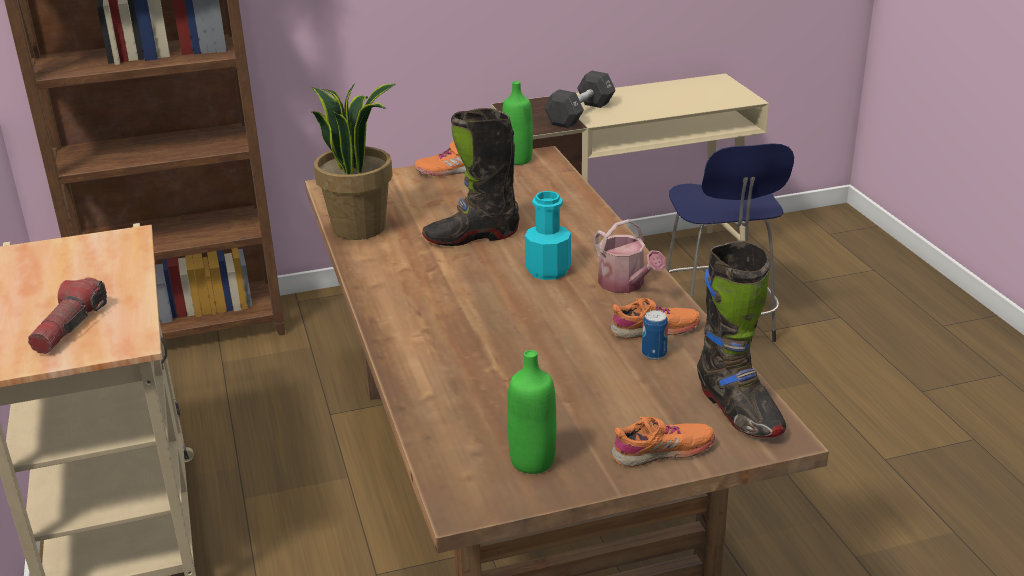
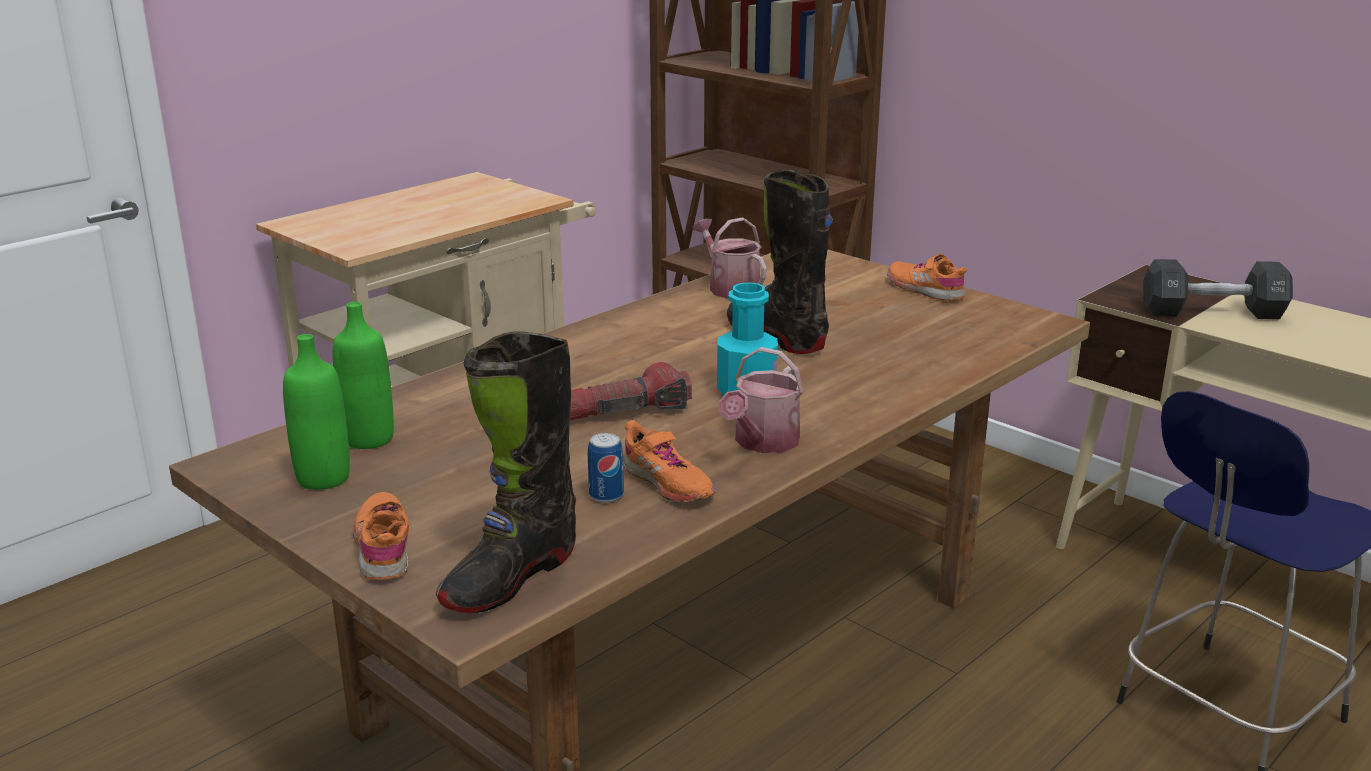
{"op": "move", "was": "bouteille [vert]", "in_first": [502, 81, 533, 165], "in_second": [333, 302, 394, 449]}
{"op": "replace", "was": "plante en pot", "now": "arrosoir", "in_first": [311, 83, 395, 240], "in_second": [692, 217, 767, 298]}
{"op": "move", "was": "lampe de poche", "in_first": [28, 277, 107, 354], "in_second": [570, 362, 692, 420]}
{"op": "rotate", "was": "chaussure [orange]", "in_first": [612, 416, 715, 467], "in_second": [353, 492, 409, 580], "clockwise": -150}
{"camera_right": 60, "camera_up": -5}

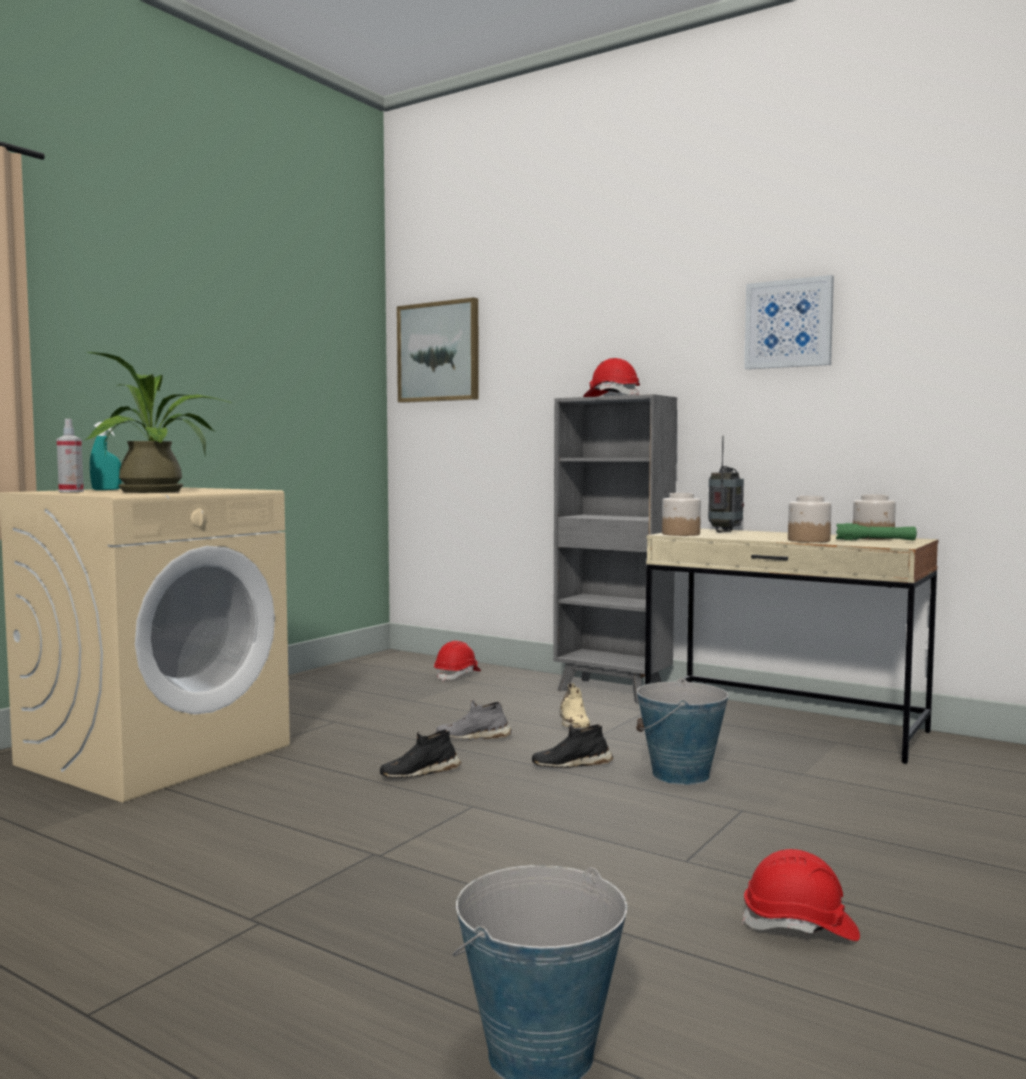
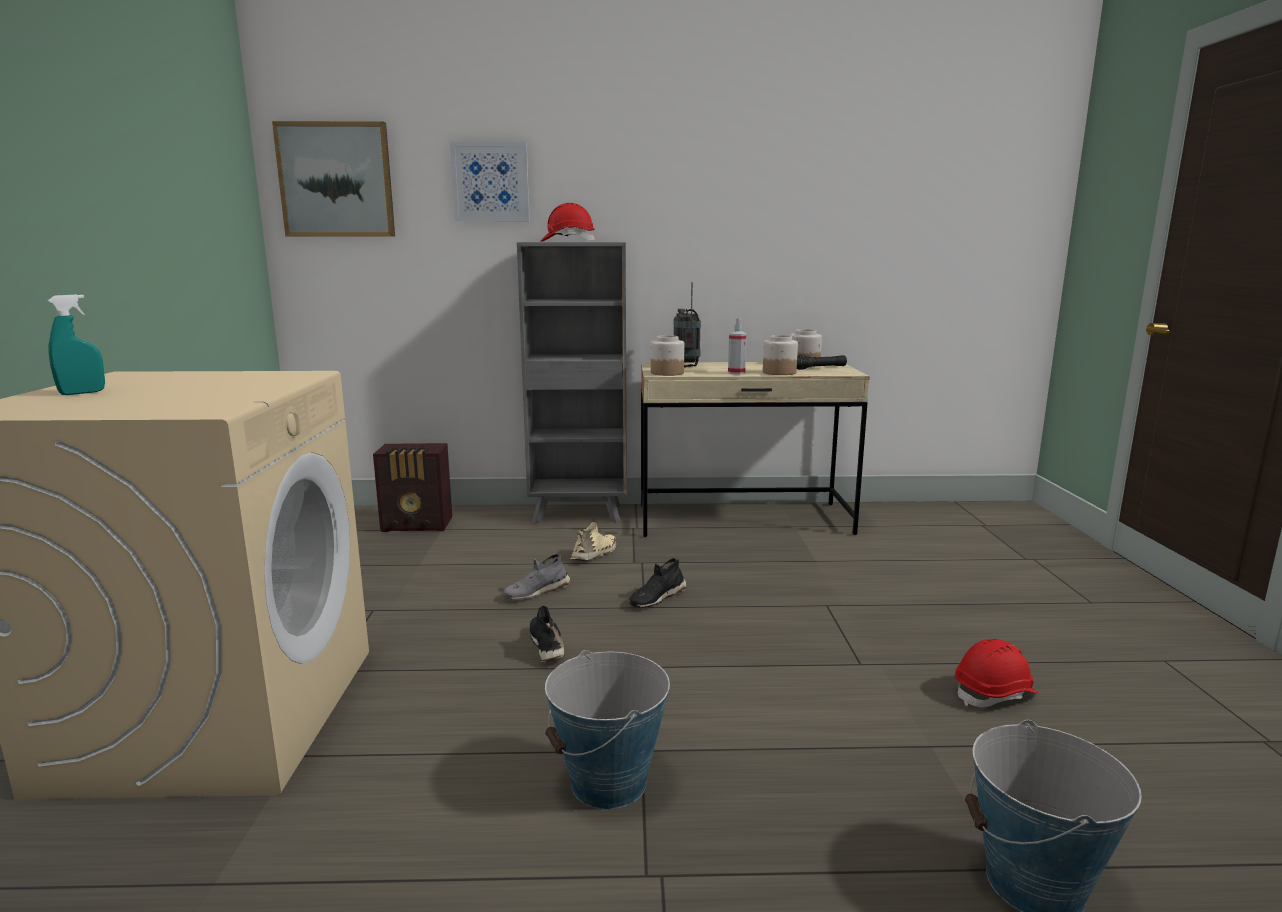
{"op": "move", "was": "tableau", "in_first": [744, 275, 834, 369], "in_second": [450, 142, 530, 221]}
{"op": "delete", "was": "plante en pot", "in_first": [85, 352, 232, 493]}
{"op": "move", "was": "vaporisateur", "in_first": [57, 419, 84, 492], "in_second": [728, 318, 747, 375]}
{"op": "recolor", "was": "lampe de poche [vert]", "now": "lampe de poche [noir]", "in_first": [836, 523, 917, 541], "in_second": [797, 355, 847, 370]}
{"op": "replace", "was": "casque de chantier [rouge]", "now": "radio", "in_first": [434, 641, 481, 681], "in_second": [373, 443, 452, 532]}
{"op": "move", "was": "seau", "in_first": [636, 678, 729, 785], "in_second": [545, 650, 670, 809]}
{"op": "rotate", "was": "chaussure [beige]", "in_first": [559, 683, 590, 728], "in_second": [571, 522, 616, 561], "clockwise": -105}
{"op": "rotate", "was": "chaussure [noir]", "in_first": [380, 729, 462, 778], "in_second": [530, 606, 565, 663], "clockwise": 135}
{"camera_right": -35, "camera_up": 10}

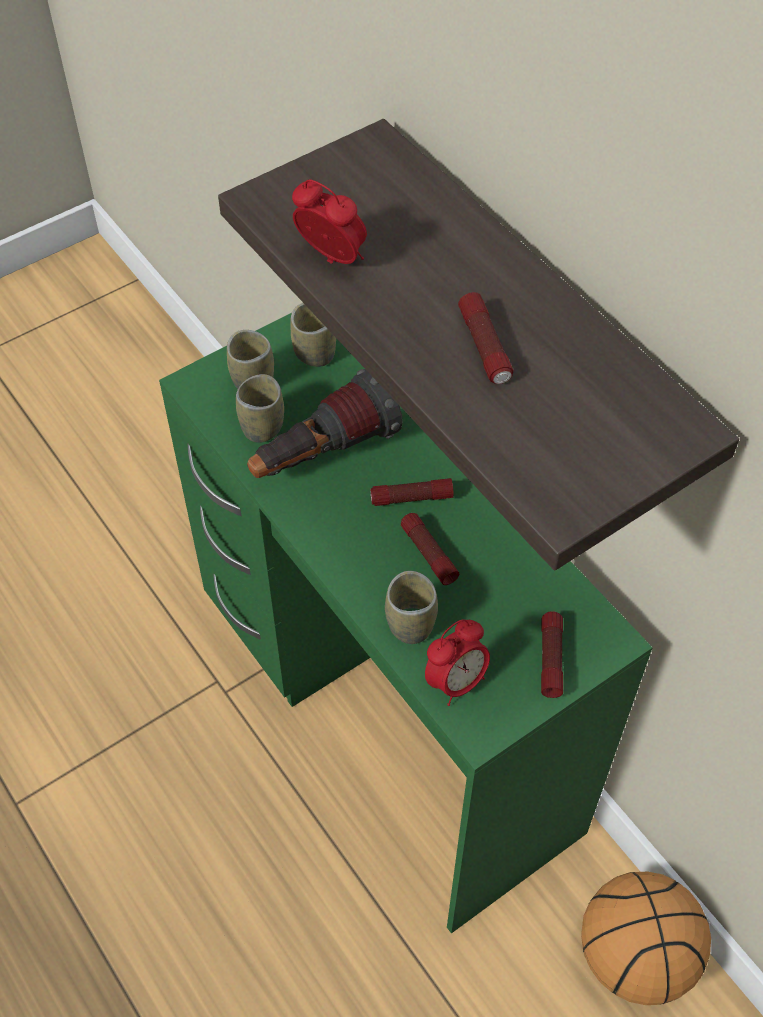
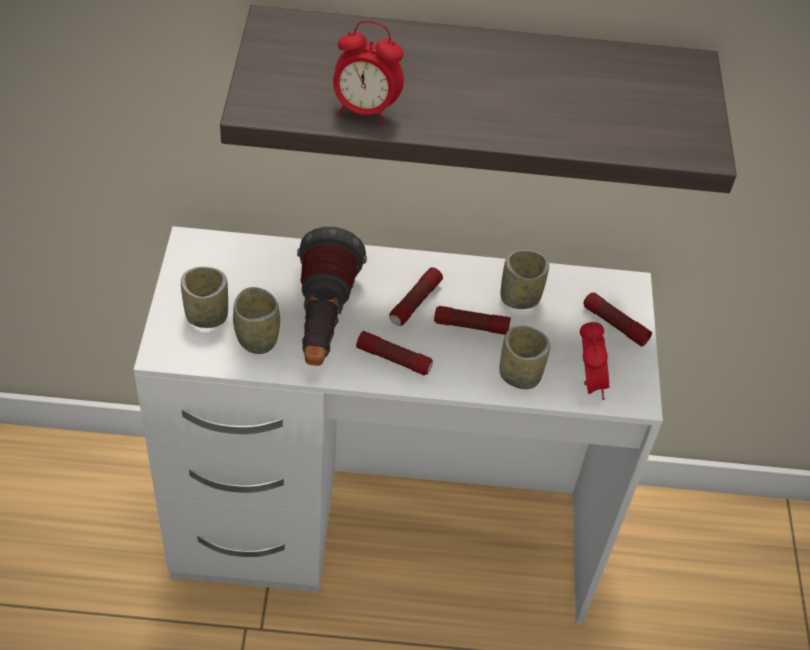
{"op": "rotate", "was": "réveil", "in_first": [292, 179, 367, 264], "in_second": [333, 21, 404, 125], "clockwise": -150}
{"op": "move", "was": "lampe de poche", "in_first": [458, 292, 513, 384], "in_second": [356, 331, 433, 375]}
{"op": "move", "was": "tasse", "in_first": [290, 303, 336, 367], "in_second": [501, 250, 549, 309]}
{"op": "recolor", "was": "bureau [vert]", "now": "bureau [blanc]", "in_first": [159, 313, 653, 934], "in_second": [134, 226, 663, 625]}
{"op": "delete", "was": "ballon de basket", "in_first": [581, 872, 711, 1005]}
{"camera_right": -55, "camera_up": -5}

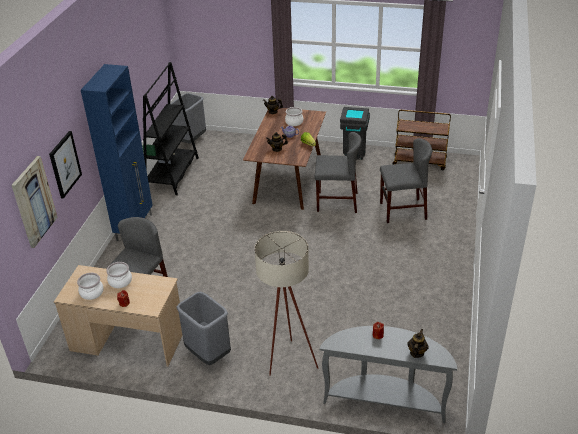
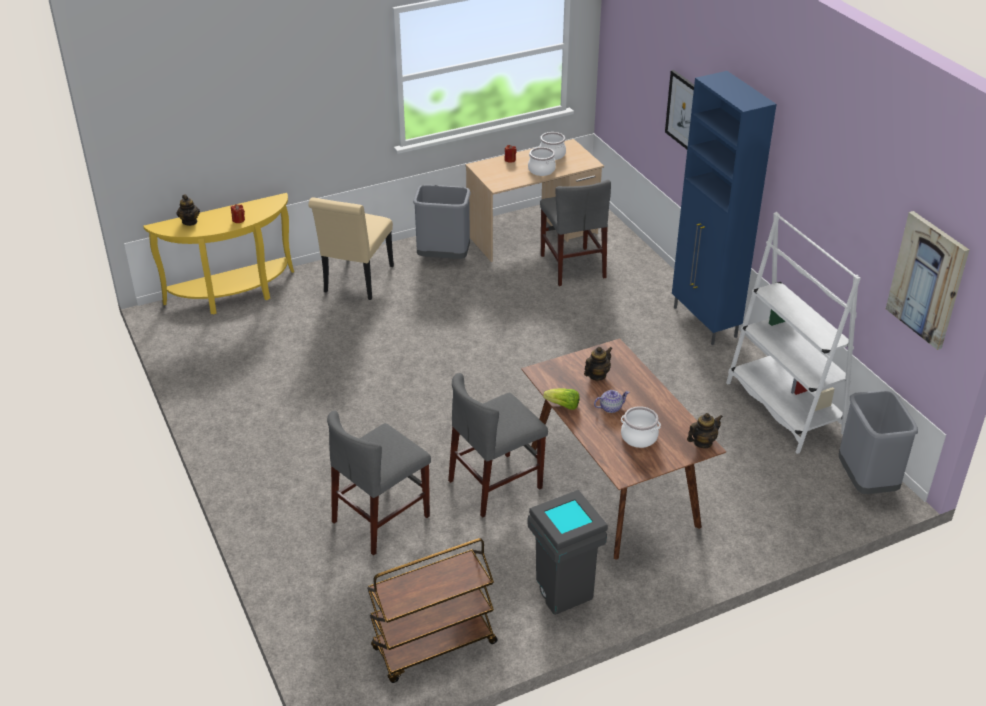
{"op": "recolor", "was": "bibliothèque [noir]", "now": "bibliothèque [blanc]", "in_first": [142, 62, 199, 195], "in_second": [726, 212, 861, 454]}
{"op": "move", "was": "tableau", "in_first": [11, 156, 58, 248], "in_second": [886, 211, 969, 350]}
{"op": "replace", "was": "lampadaire [beige]", "now": "chaise [beige]", "in_first": [254, 231, 318, 376], "in_second": [308, 198, 394, 300]}
{"op": "recolor", "was": "table console [gris]", "now": "table console [jaune]", "in_first": [320, 326, 457, 423], "in_second": [143, 193, 294, 314]}
{"camera_right": 140, "camera_up": 0}

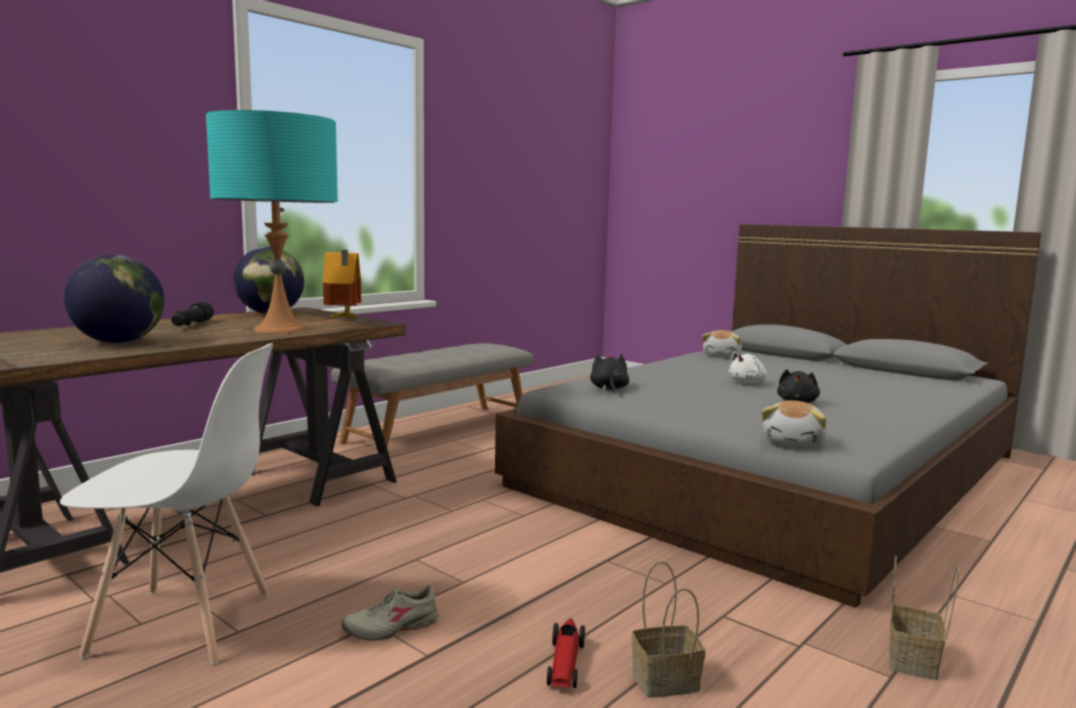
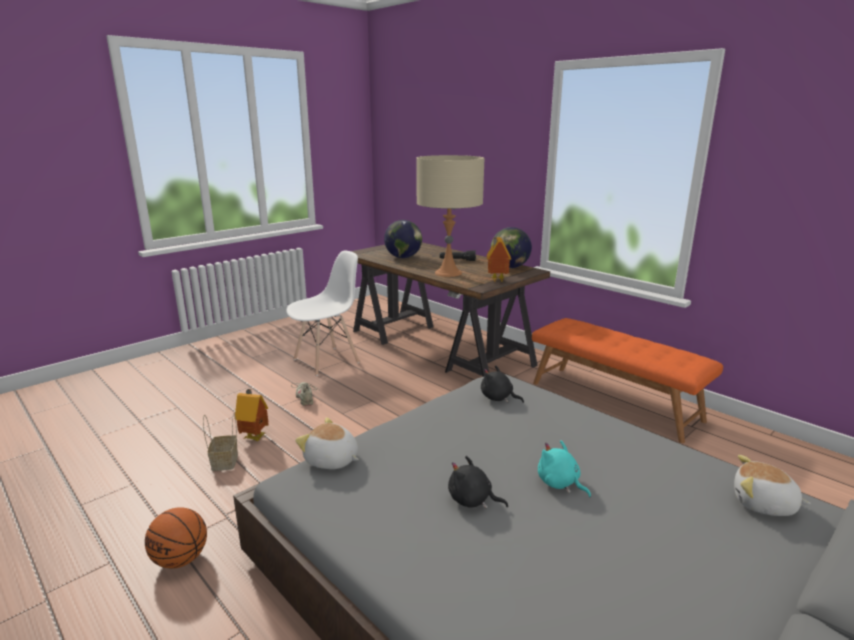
{"op": "recolor", "was": "lampe de table [turquoise]", "now": "lampe de table [beige]", "in_first": [206, 110, 338, 333], "in_second": [416, 155, 484, 277]}
{"op": "rotate", "was": "chaise [blanc]", "in_first": [60, 343, 273, 665], "in_second": [286, 251, 360, 376], "clockwise": -135}
{"op": "recolor", "was": "banc [gris]", "now": "banc [orange]", "in_first": [331, 343, 533, 447], "in_second": [532, 318, 723, 443]}
{"op": "recolor", "was": "peluche [blanc]", "now": "peluche [turquoise]", "in_first": [729, 351, 767, 384], "in_second": [538, 440, 591, 497]}
{"op": "rotate", "was": "peluche [noir]", "in_first": [590, 354, 629, 393], "in_second": [481, 365, 524, 403], "clockwise": -150}
{"op": "replace", "was": "panier", "now": "ballon de basket", "in_first": [889, 555, 959, 680], "in_second": [145, 507, 207, 569]}
{"op": "replace", "was": "petite voiture", "now": "maison miniature", "in_first": [547, 618, 585, 688], "in_second": [235, 389, 269, 441]}
{"camera_right": 95, "camera_up": 10}

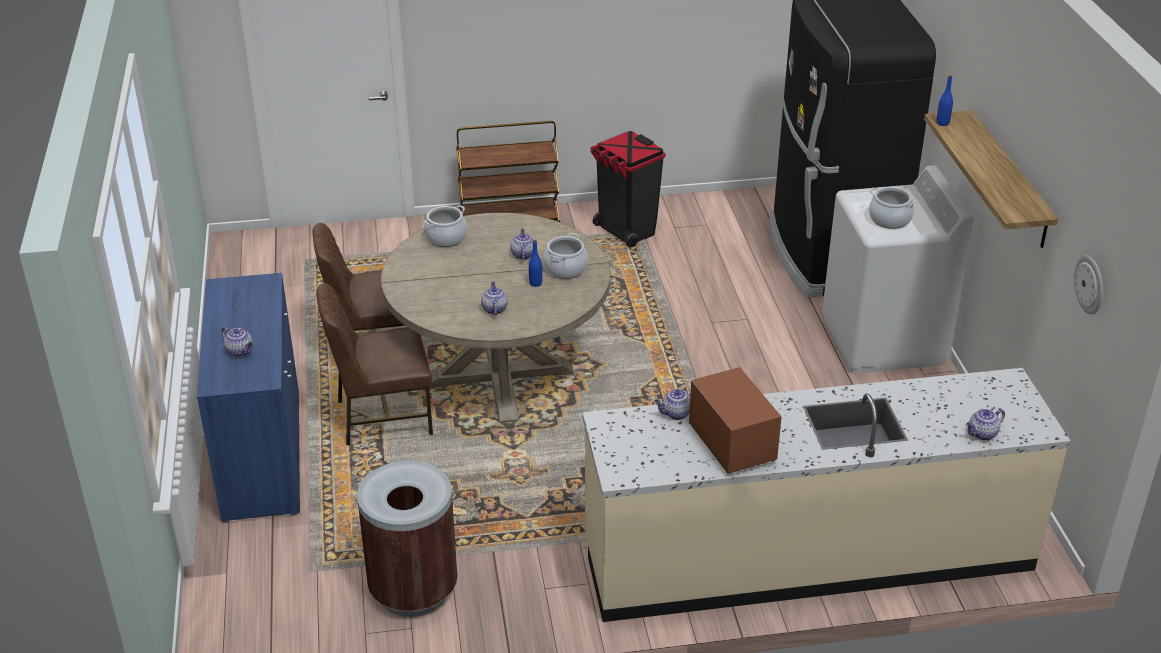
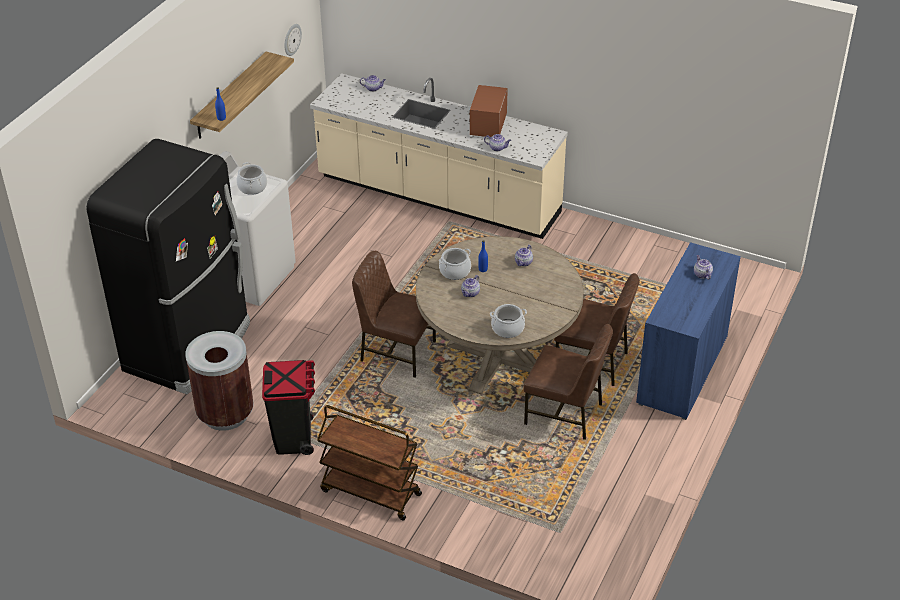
{"op": "move", "was": "poubelle [marron]", "in_first": [357, 461, 458, 617], "in_second": [185, 331, 254, 431]}
{"op": "insert", "now": "chaise [marron]", "in_second": [352, 251, 436, 377]}
{"camera_right": -145, "camera_up": 5}

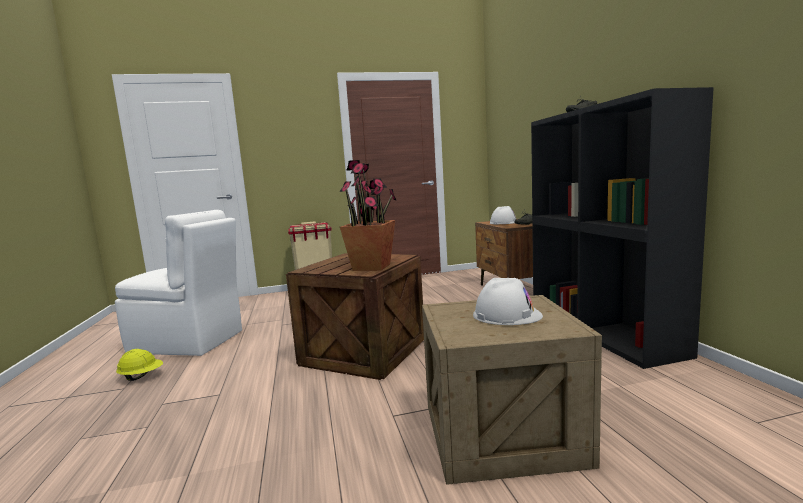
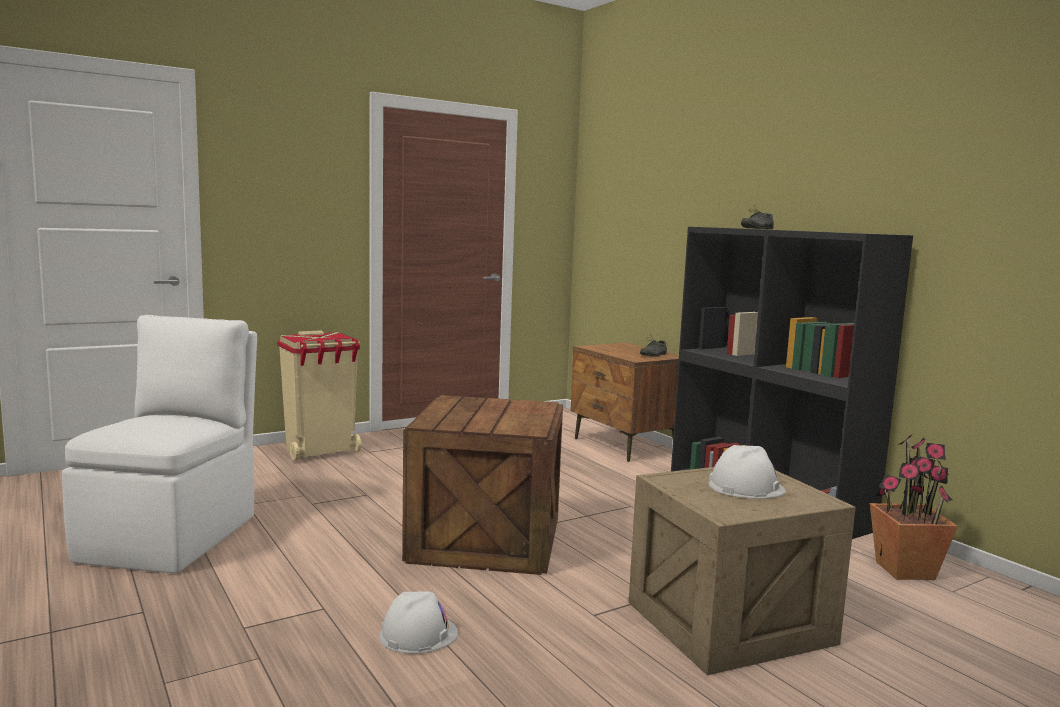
{"op": "move", "was": "plante en pot", "in_first": [339, 160, 396, 271], "in_second": [870, 432, 958, 580]}
{"op": "move", "was": "casque de chantier [blanc]", "in_first": [489, 206, 516, 224], "in_second": [379, 591, 458, 653]}
{"op": "rotate", "was": "chaise [blanc]", "in_first": [115, 210, 242, 356], "in_second": [62, 315, 257, 573], "clockwise": -75}
{"op": "delete", "was": "casque de chantier [jaune]", "in_first": [116, 349, 163, 381]}
{"camera_right": -20, "camera_up": 0}

